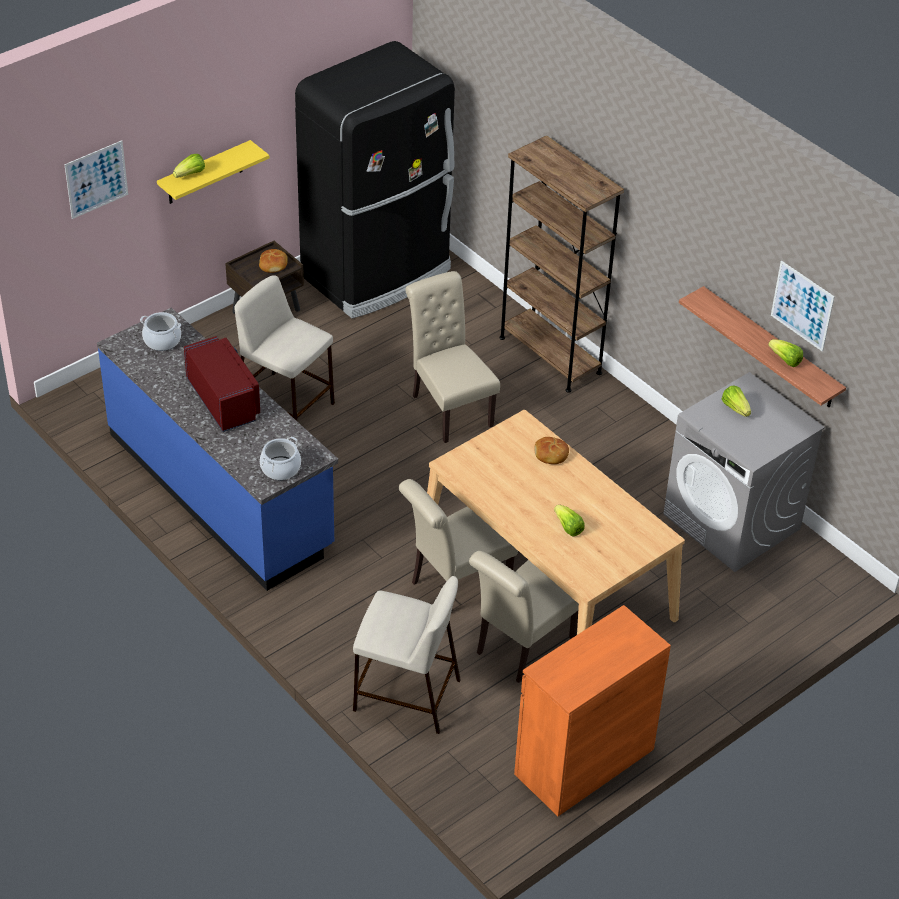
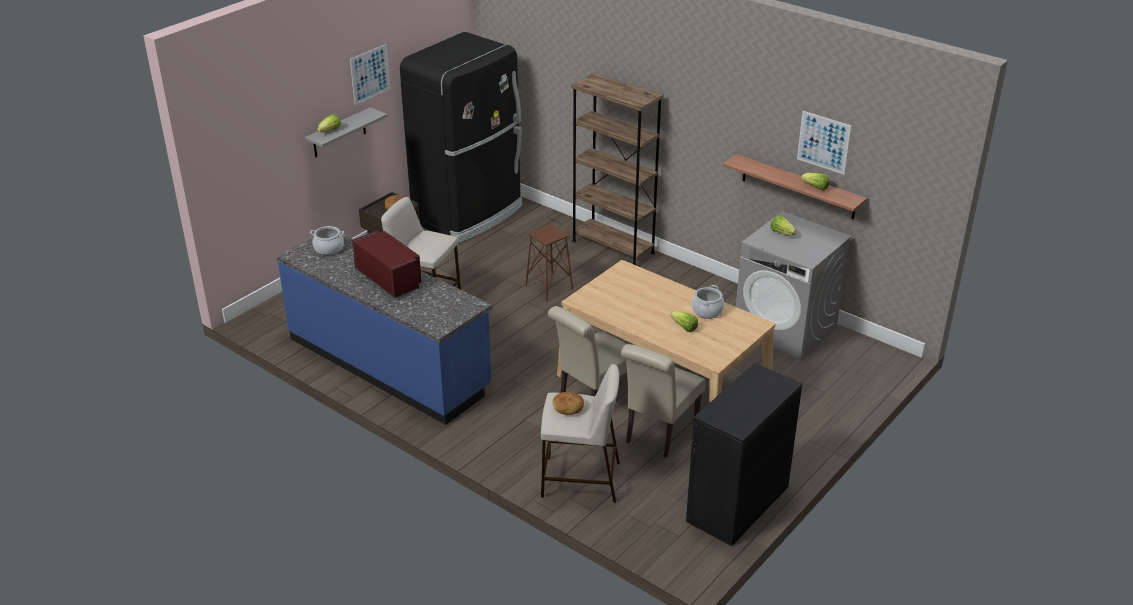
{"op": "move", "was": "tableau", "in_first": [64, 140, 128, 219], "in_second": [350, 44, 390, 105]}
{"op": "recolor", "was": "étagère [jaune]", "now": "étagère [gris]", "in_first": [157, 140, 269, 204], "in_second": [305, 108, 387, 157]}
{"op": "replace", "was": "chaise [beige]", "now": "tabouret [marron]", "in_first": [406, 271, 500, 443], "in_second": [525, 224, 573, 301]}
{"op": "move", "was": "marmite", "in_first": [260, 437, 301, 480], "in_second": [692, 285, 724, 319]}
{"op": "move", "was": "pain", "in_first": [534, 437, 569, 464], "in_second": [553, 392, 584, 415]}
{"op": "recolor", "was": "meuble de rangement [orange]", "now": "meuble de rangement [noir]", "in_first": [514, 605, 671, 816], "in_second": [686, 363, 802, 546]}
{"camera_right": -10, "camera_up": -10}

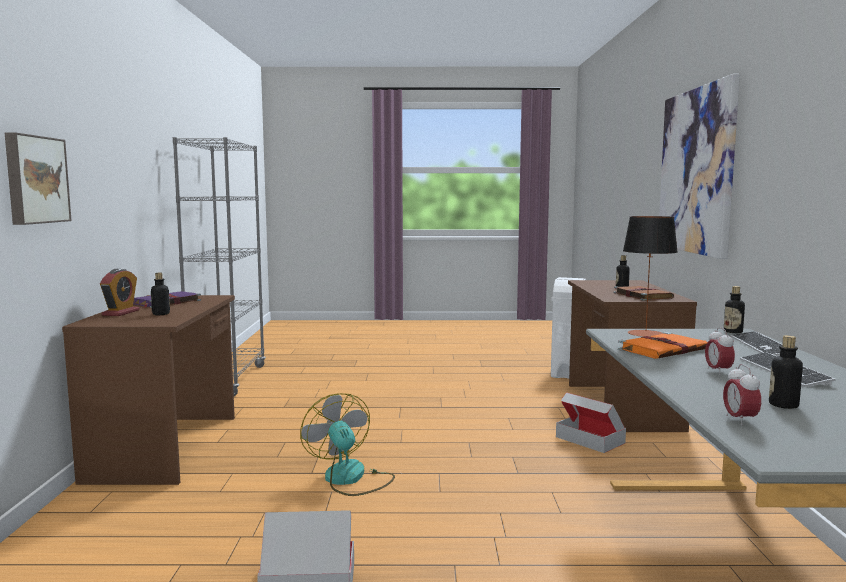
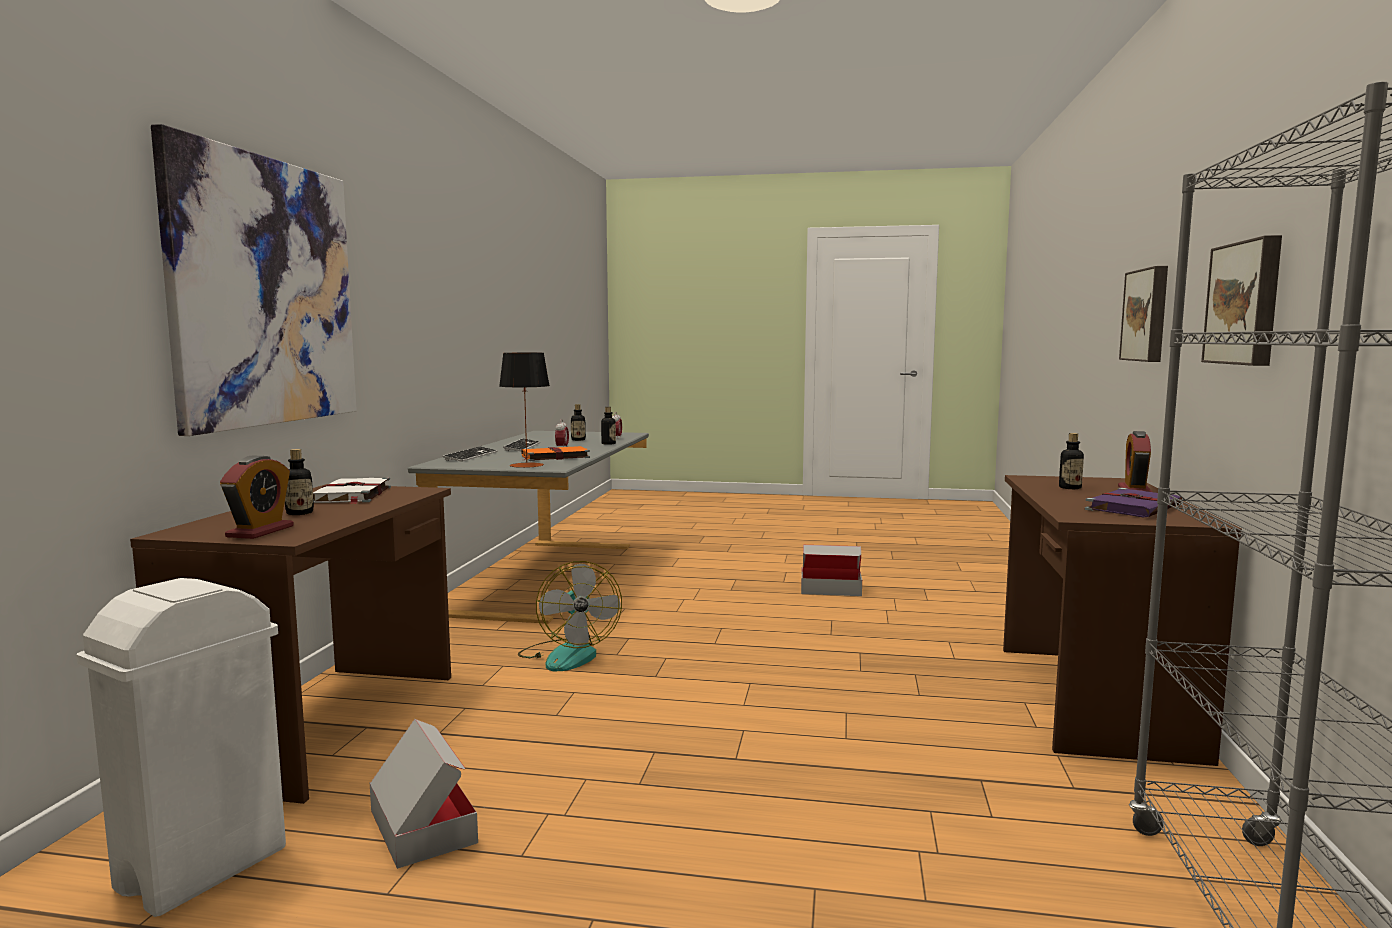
{"op": "recolor", "was": "livre [marron]", "now": "livre [blanc]", "in_first": [614, 286, 674, 301], "in_second": [313, 477, 391, 504]}
{"op": "move", "was": "bouteille", "in_first": [724, 286, 745, 333], "in_second": [601, 407, 616, 445]}
{"op": "move", "was": "carton", "in_first": [556, 392, 626, 453], "in_second": [369, 719, 478, 869]}
{"op": "move", "was": "ventilateur", "in_first": [300, 393, 395, 496], "in_second": [518, 561, 622, 672]}
{"op": "insert", "now": "tableau", "in_second": [1201, 235, 1282, 366]}
{"op": "insert", "now": "réveil", "in_second": [220, 456, 294, 539]}
{"camera_right": -170, "camera_up": 0}

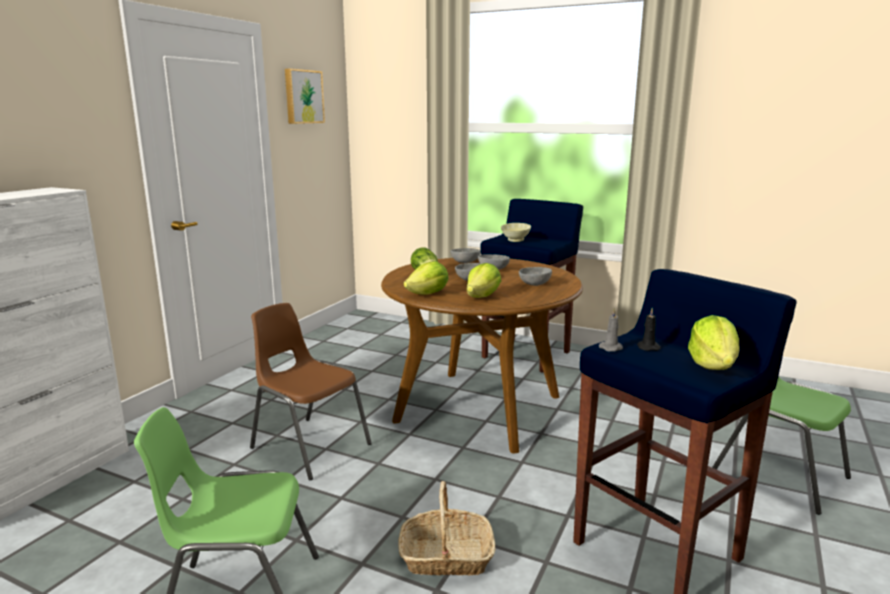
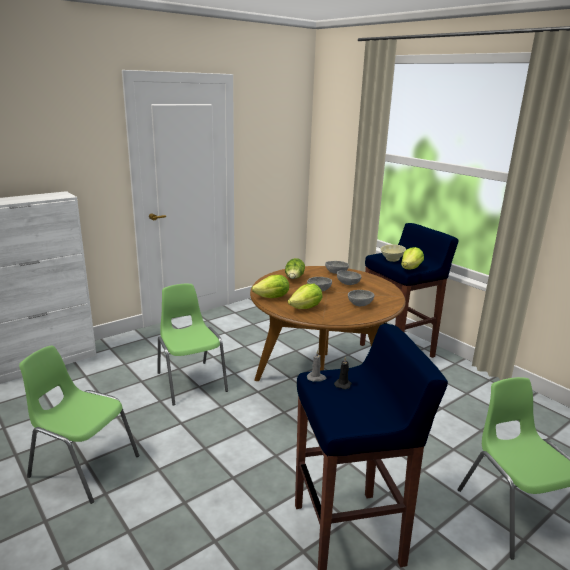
{"op": "delete", "was": "tableau", "in_first": [285, 69, 325, 124]}
{"op": "recolor", "was": "chaise [marron]", "now": "chaise [vert]", "in_first": [250, 303, 372, 480], "in_second": [157, 284, 228, 406]}
{"op": "move", "was": "laitue", "in_first": [688, 315, 739, 370], "in_second": [401, 247, 424, 269]}
{"op": "delete", "was": "panier", "in_first": [398, 481, 495, 576]}
{"camera_right": 25, "camera_up": 5}

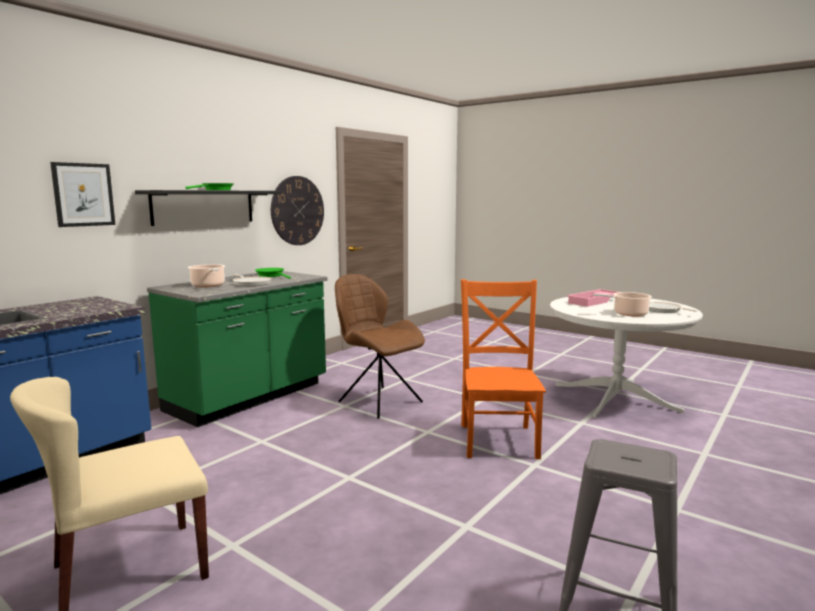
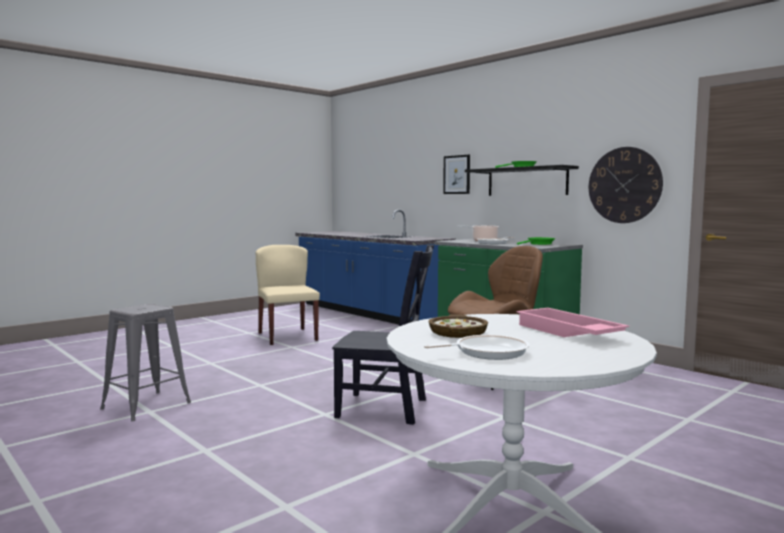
{"op": "recolor", "was": "chaise [orange]", "now": "chaise [noir]", "in_first": [461, 279, 546, 459], "in_second": [332, 245, 434, 425]}
{"op": "replace", "was": "marmite", "now": "bol", "in_first": [593, 292, 652, 316], "in_second": [428, 314, 488, 338]}
{"camera_right": 100, "camera_up": -5}

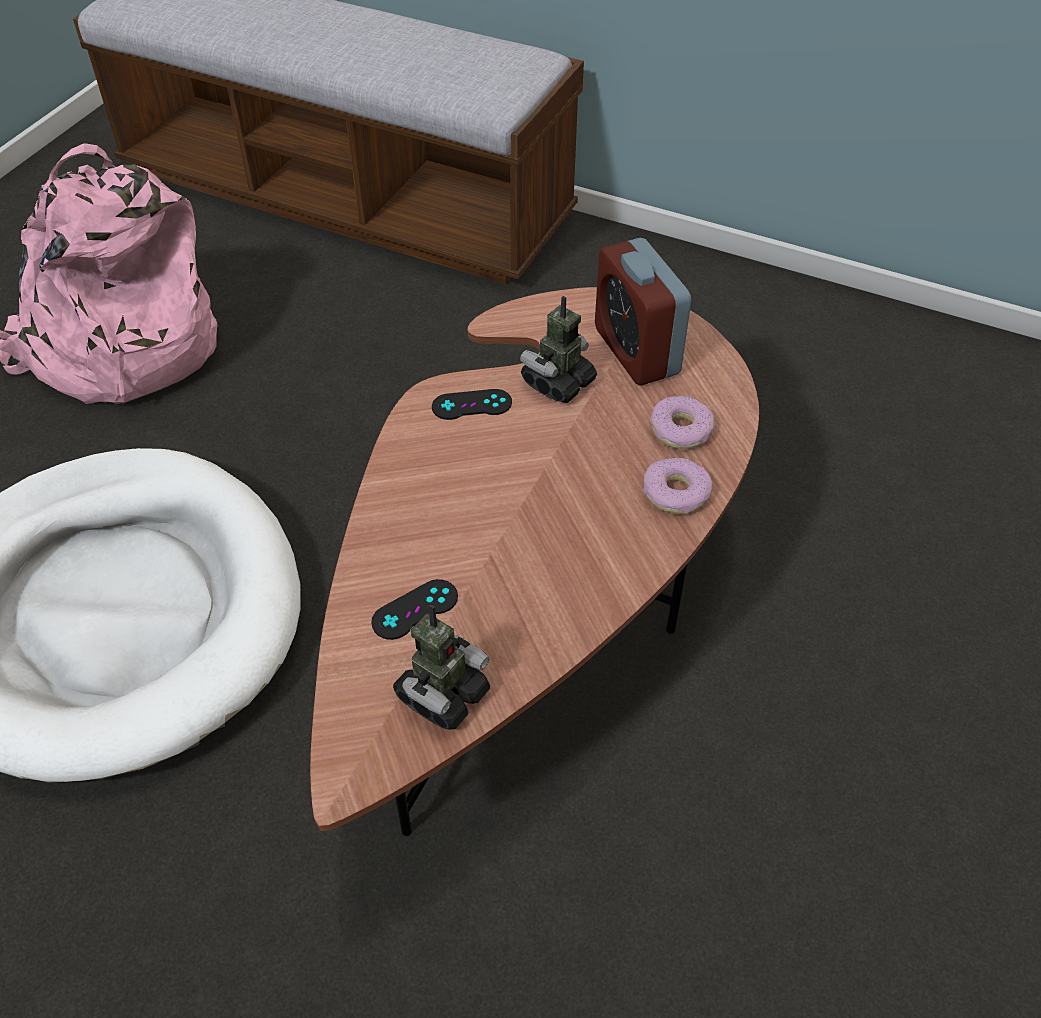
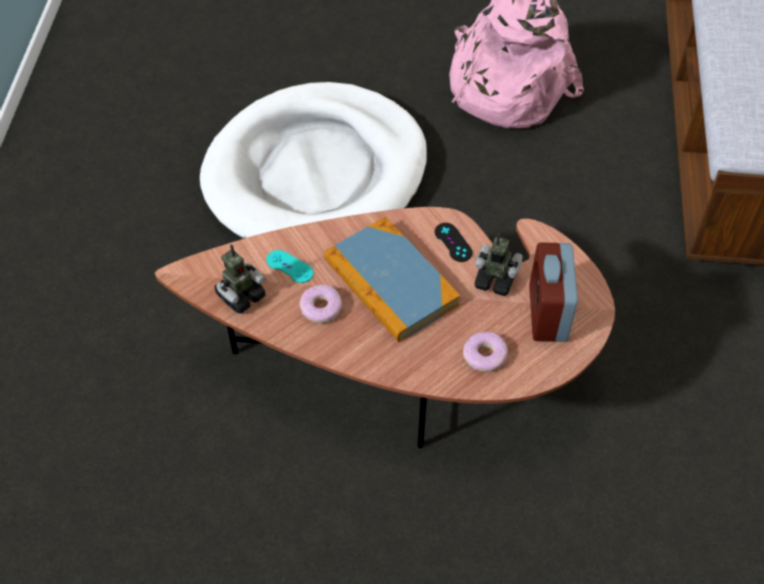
{"op": "rotate", "was": "réveil", "in_first": [595, 238, 691, 386], "in_second": [529, 243, 578, 342], "clockwise": -45}
{"op": "move", "was": "beignet", "in_first": [643, 458, 712, 514], "in_second": [300, 285, 342, 323]}
{"op": "recolor", "was": "manette [noir]", "now": "manette [turquoise]", "in_first": [371, 579, 458, 640], "in_second": [266, 250, 313, 283]}
{"op": "rotate", "was": "robot jouet", "in_first": [393, 604, 490, 730], "in_second": [214, 244, 265, 313], "clockwise": -60}
{"op": "insert", "now": "livre", "in_second": [324, 217, 460, 342]}
{"camera_right": 70, "camera_up": 5}

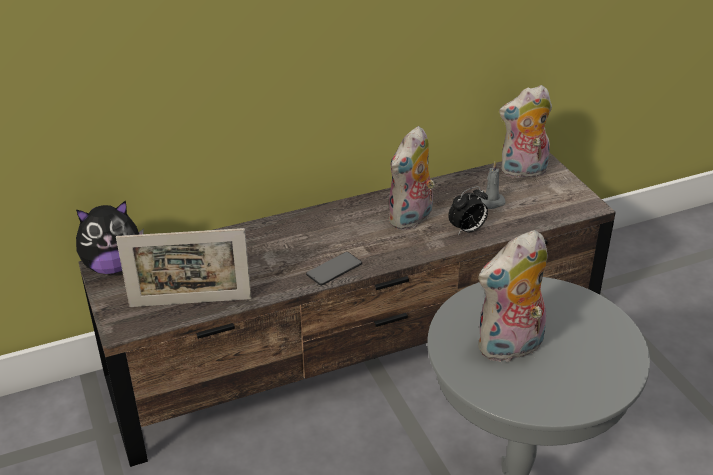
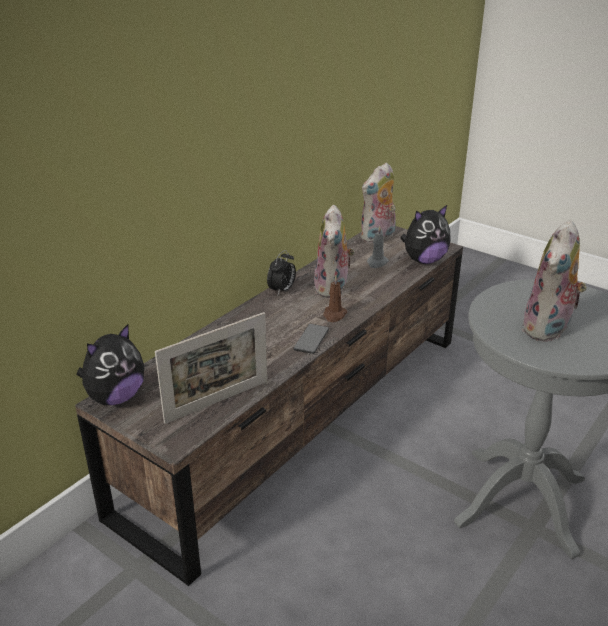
{"op": "move", "was": "réveil", "in_first": [448, 186, 488, 235], "in_second": [267, 250, 296, 295]}
{"op": "insert", "now": "peluche", "in_second": [400, 205, 451, 264]}
{"op": "insert", "now": "bougie [marron]", "in_second": [323, 275, 347, 322]}
{"camera_right": -30, "camera_up": -5}

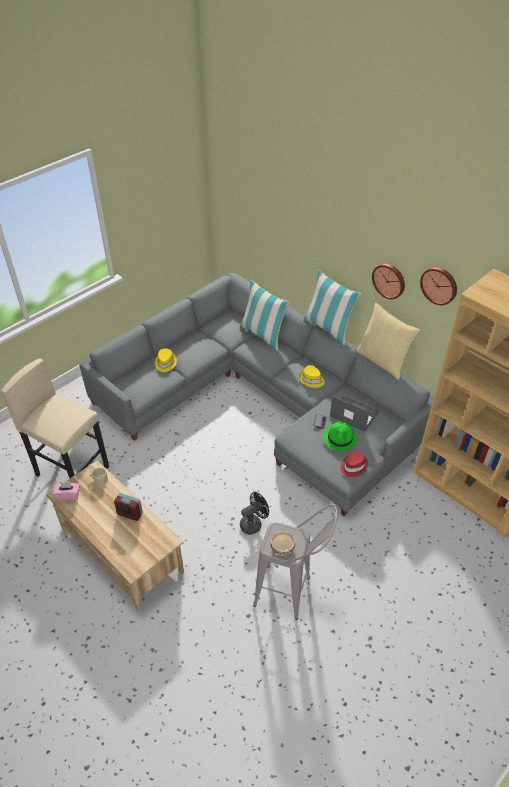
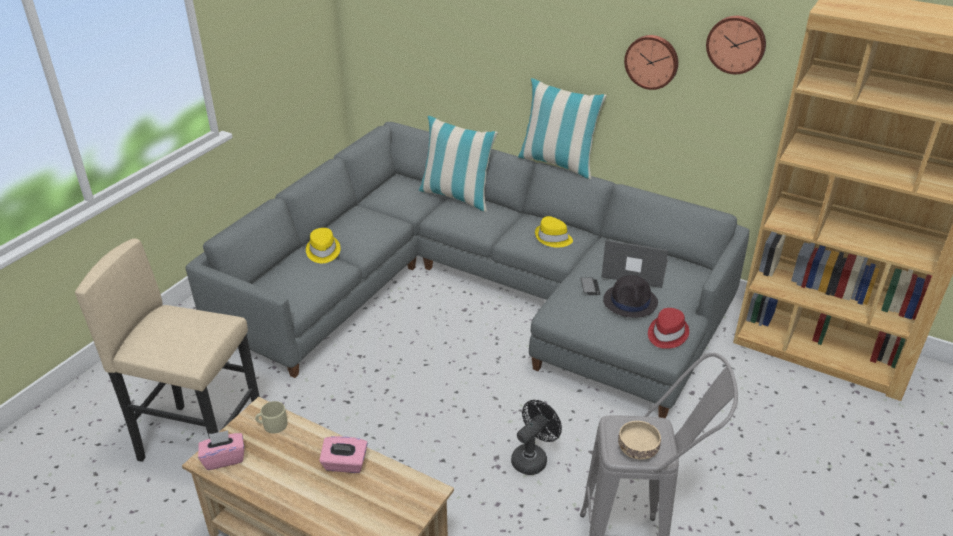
{"op": "delete", "was": "coussin [beige]", "in_first": [356, 303, 421, 380]}
{"op": "recolor", "was": "chapeau [vert]", "now": "chapeau [noir]", "in_first": [323, 422, 358, 451], "in_second": [603, 275, 658, 318]}
{"op": "replace", "was": "réveil", "now": "boîte à mouchoirs [rose]", "in_first": [114, 493, 143, 521], "in_second": [319, 436, 368, 473]}
{"camera_right": -15, "camera_up": -10}

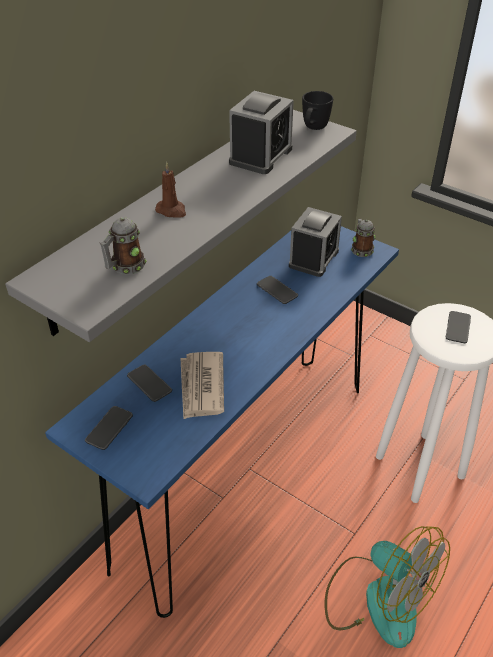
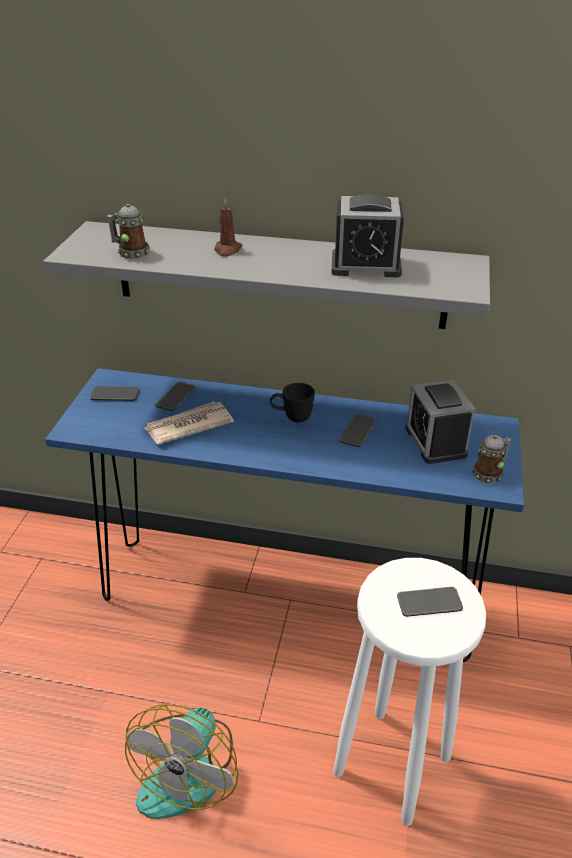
{"op": "move", "was": "mug [noir]", "in_first": [302, 91, 333, 130], "in_second": [270, 383, 315, 422]}
{"op": "rotate", "was": "réveil", "in_first": [289, 207, 342, 277], "in_second": [405, 380, 475, 464], "clockwise": 75}
{"camera_right": 65, "camera_up": -5}

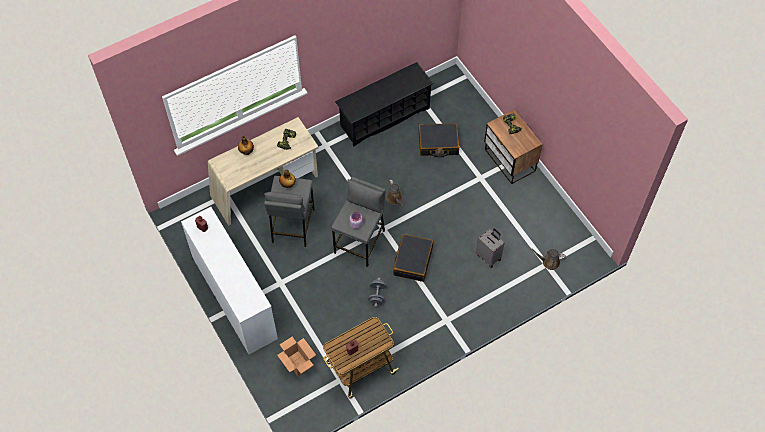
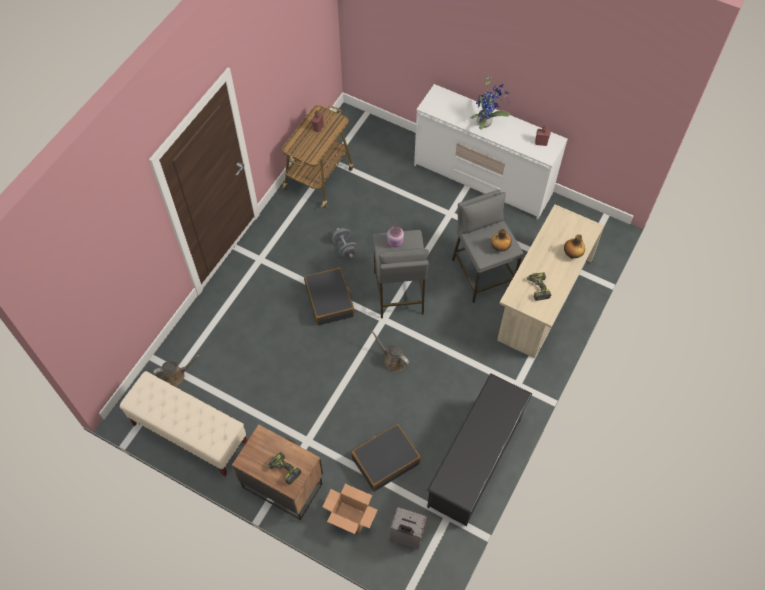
{"op": "move", "was": "valise [gris]", "in_first": [476, 228, 504, 268], "in_second": [390, 507, 427, 549]}
{"op": "move", "was": "carton", "in_first": [277, 337, 316, 376], "in_second": [322, 484, 378, 534]}
{"op": "insert", "now": "plante en pot", "in_second": [471, 75, 510, 129]}
{"op": "insert", "now": "banc [beige]", "in_second": [120, 371, 247, 476]}
{"camera_right": 150, "camera_up": 0}

